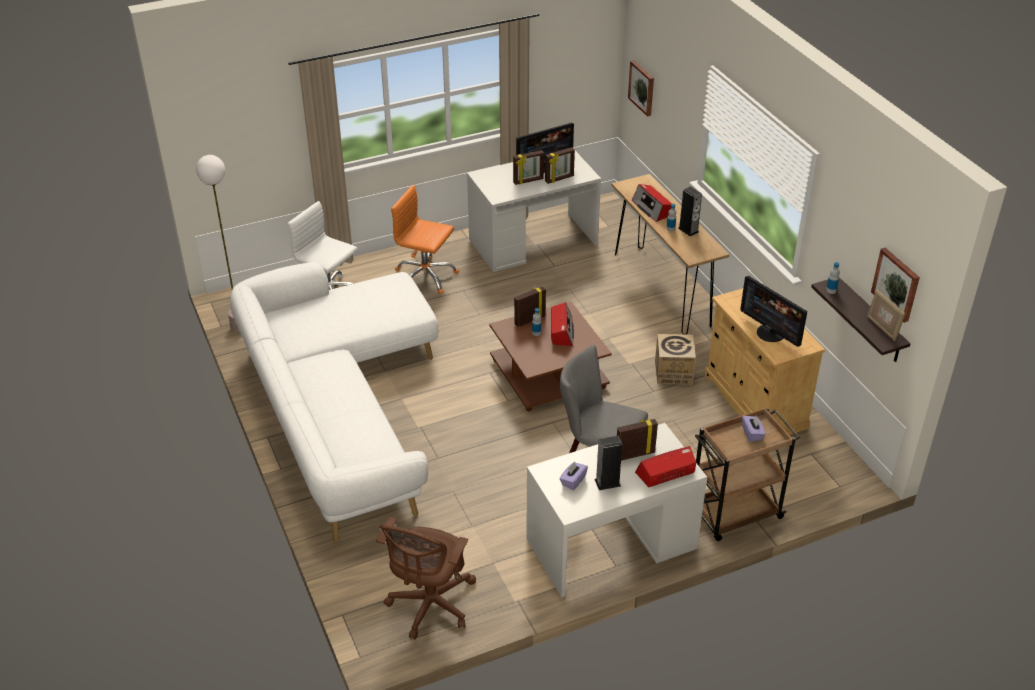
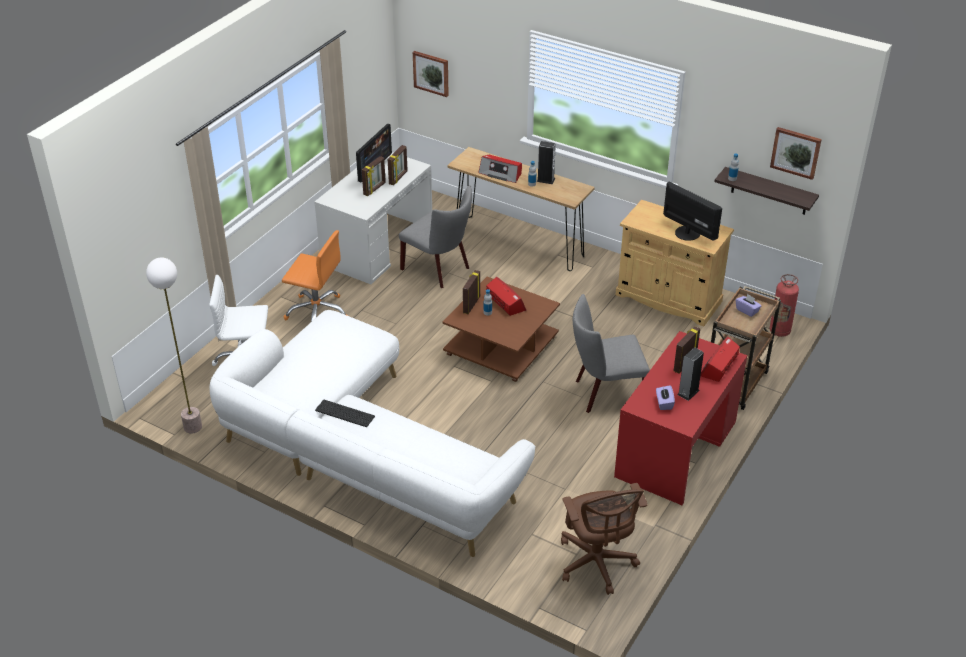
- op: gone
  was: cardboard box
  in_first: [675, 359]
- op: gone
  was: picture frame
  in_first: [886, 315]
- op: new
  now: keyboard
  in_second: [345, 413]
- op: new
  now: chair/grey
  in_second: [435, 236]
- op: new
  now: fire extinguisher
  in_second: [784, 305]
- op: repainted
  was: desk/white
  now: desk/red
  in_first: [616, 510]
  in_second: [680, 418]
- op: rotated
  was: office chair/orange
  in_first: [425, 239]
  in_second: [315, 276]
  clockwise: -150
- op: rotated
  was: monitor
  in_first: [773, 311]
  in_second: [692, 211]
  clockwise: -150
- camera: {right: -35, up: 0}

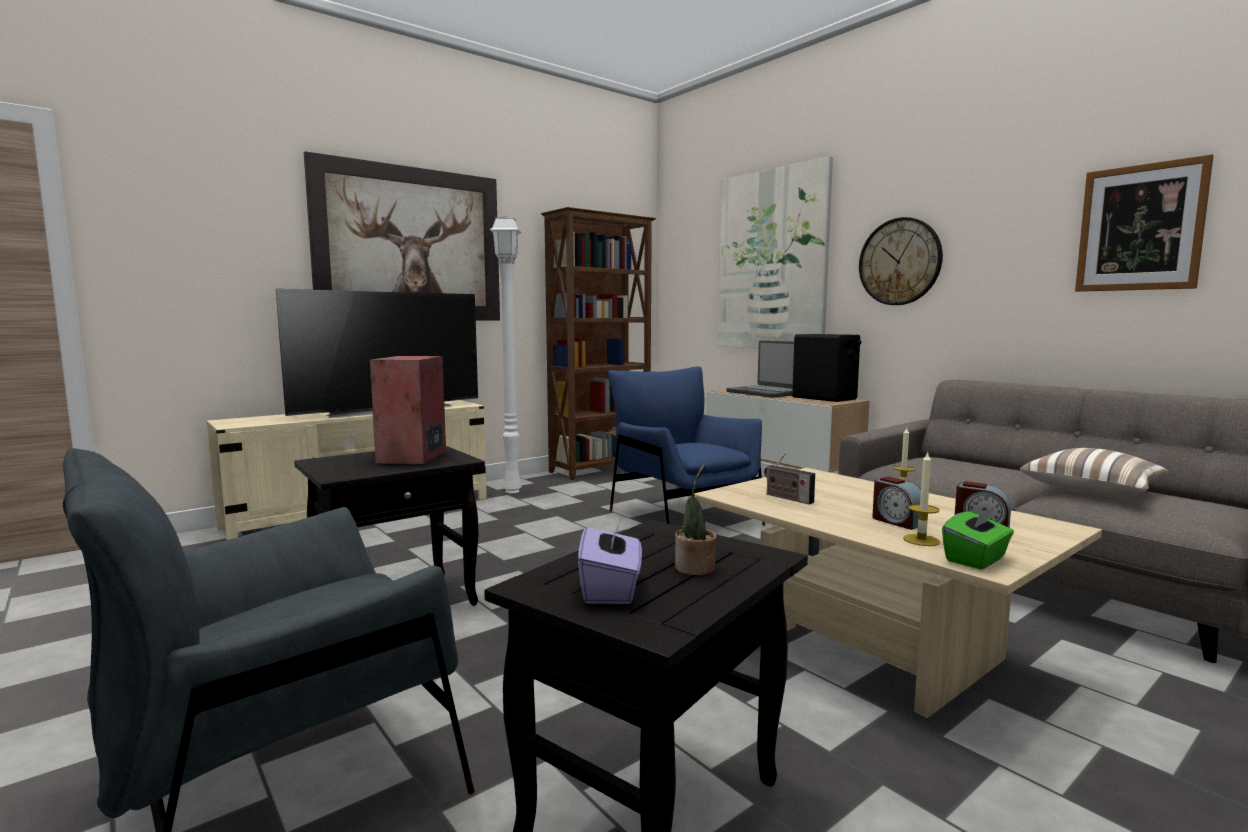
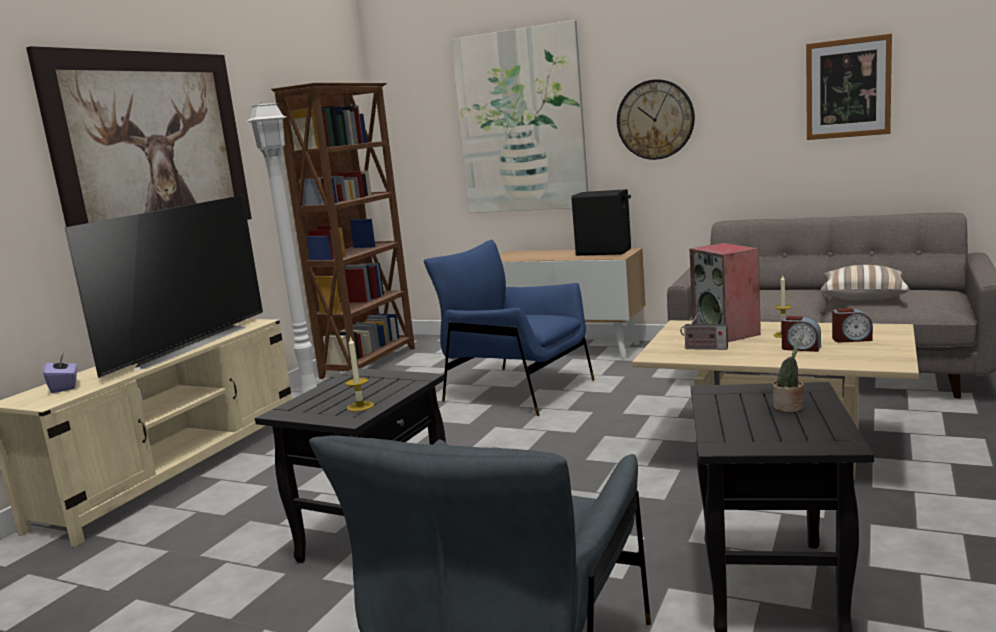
- op: gone
  was: laptop
  in_first: [760, 369]
- op: gone
  was: tissue box/green
  in_first: [978, 538]
- op: shifted
  was: speaker
  in_first: [408, 410]
  in_second: [725, 292]
- op: shifted
  was: tissue box/purple
  in_first: [610, 560]
  in_second: [60, 373]
- op: shifted
  was: candle
  in_first: [921, 498]
  in_second: [359, 374]
- camera: {right: -25, up: 5}

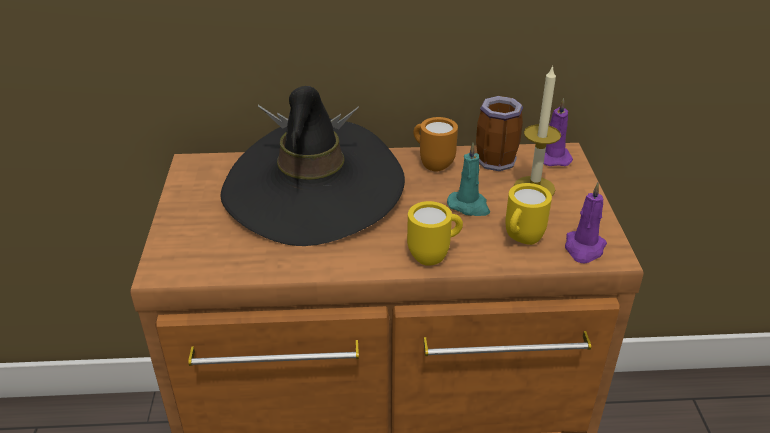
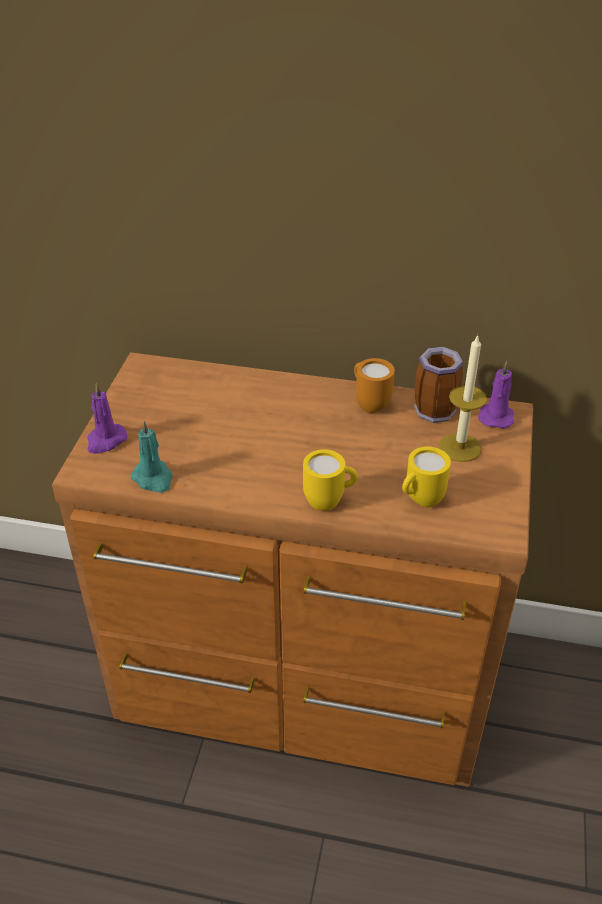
- op: gone
  was: hat/black
  in_first: [313, 166]
- op: shifted
  was: candle/turquoise
  in_first: [468, 179]
  in_second: [152, 456]
- op: shifted
  was: candle/purple
  in_first: [586, 222]
  in_second: [107, 418]
- camera: {right: 15, up: 5}

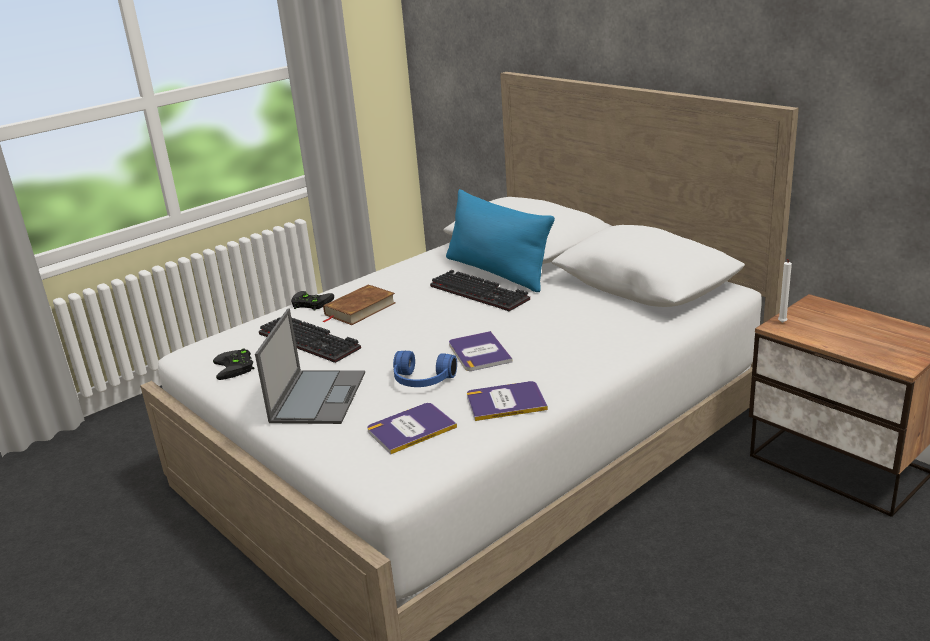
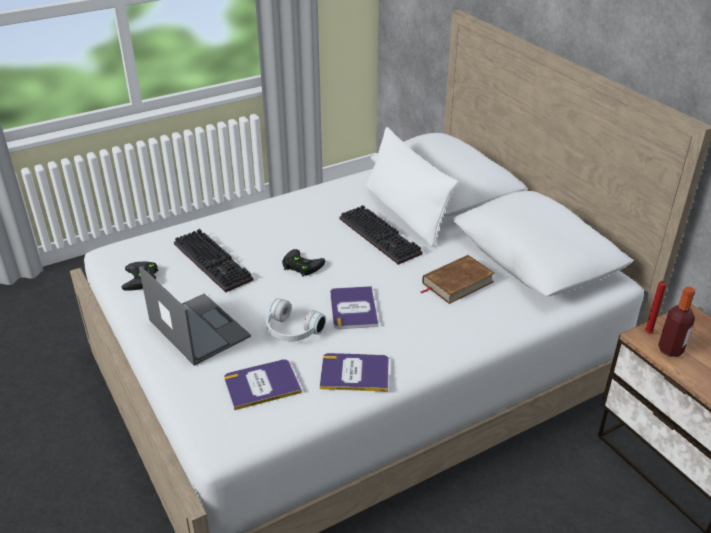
- op: new
  now: bottle
  in_second: [676, 322]
- op: shifted
  was: game controller/black
  in_first: [312, 301]
  in_second: [303, 263]
- op: shifted
  was: book/brown
  in_first: [359, 304]
  in_second: [458, 279]
- op: repainted
  was: headphones/blue
  now: headphones/white
  in_first: [425, 369]
  in_second: [296, 319]
- op: repainted
  was: pillow/blue
  now: pillow/white
  in_first: [500, 240]
  in_second: [412, 187]
- op: repainted
  was: candle/white
  now: candle/red
  in_first: [785, 291]
  in_second: [655, 307]
- op: rotated
  was: laptop
  in_first: [310, 366]
  in_second: [195, 316]
  clockwise: -60
- camera: {right: 10, up: 10}

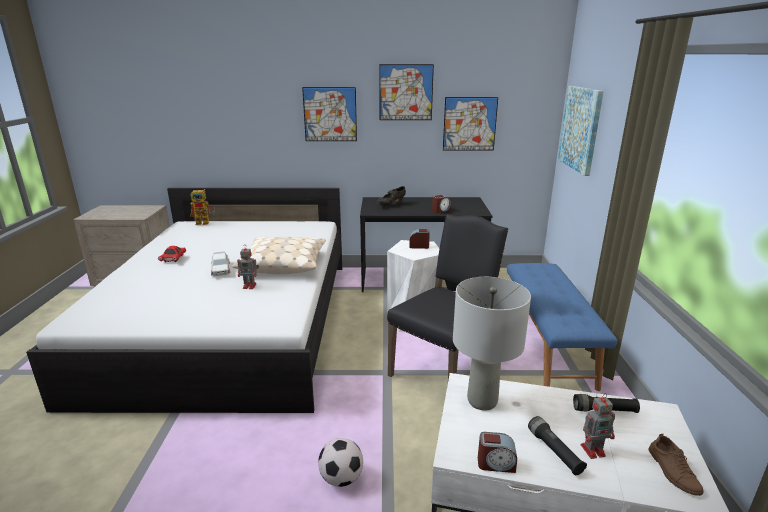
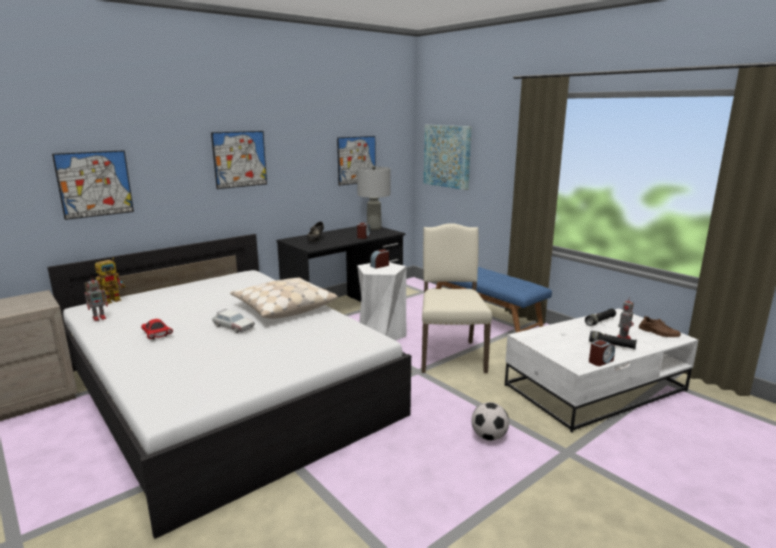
- op: shifted
  was: toy robot
  in_first: [248, 268]
  in_second: [96, 299]
- op: shifted
  was: picture
  in_first: [406, 92]
  in_second: [93, 185]
- op: shifted
  was: table lamp/grey
  in_first: [492, 344]
  in_second: [373, 198]
- op: repainted
  was: chair/black
  now: chair/beige
  in_first: [447, 297]
  in_second: [456, 298]
- camera: {right: -40, up: -5}

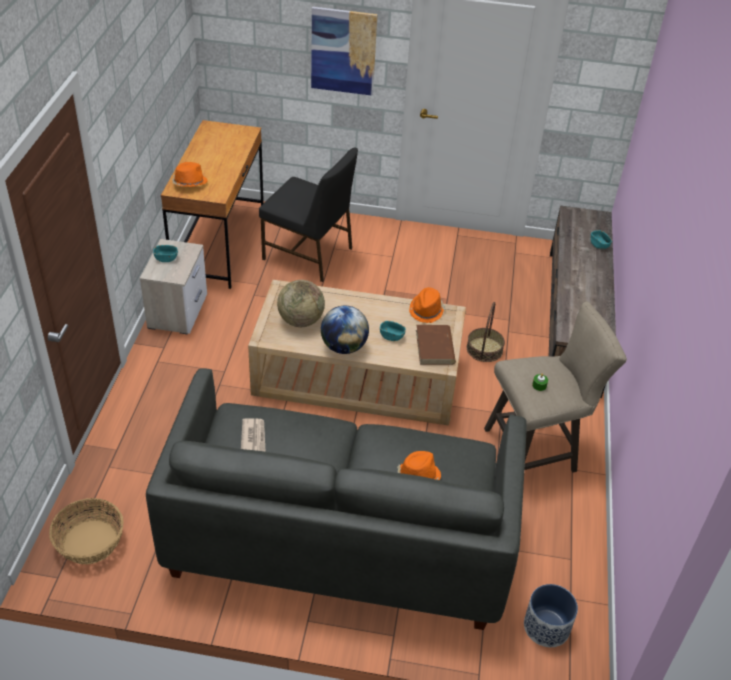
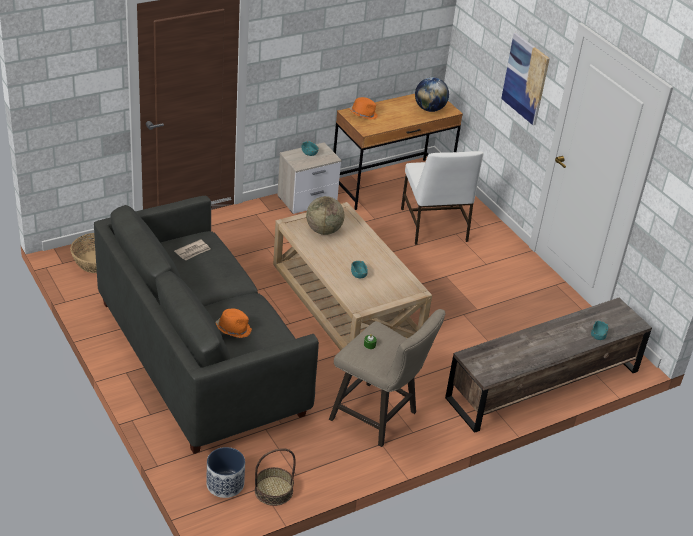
- op: gone
  was: hat/orange
  in_first: [427, 305]
- op: gone
  was: book/brown
  in_first: [436, 345]
- op: shifted
  was: globe
  in_first: [345, 330]
  in_second: [432, 94]
- op: shifted
  was: basket
  in_first: [486, 332]
  in_second: [275, 477]
- op: repainted
  was: chair/black
  now: chair/white
  in_first: [308, 214]
  in_second: [442, 198]
- camera: {right: 50, up: -5}

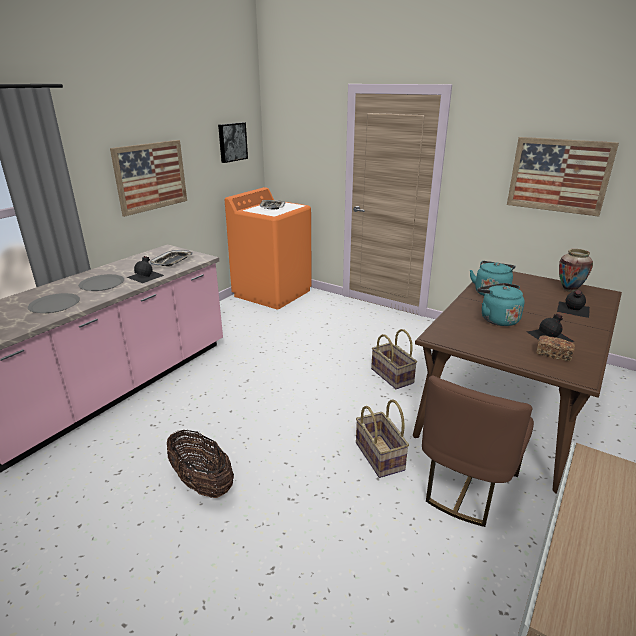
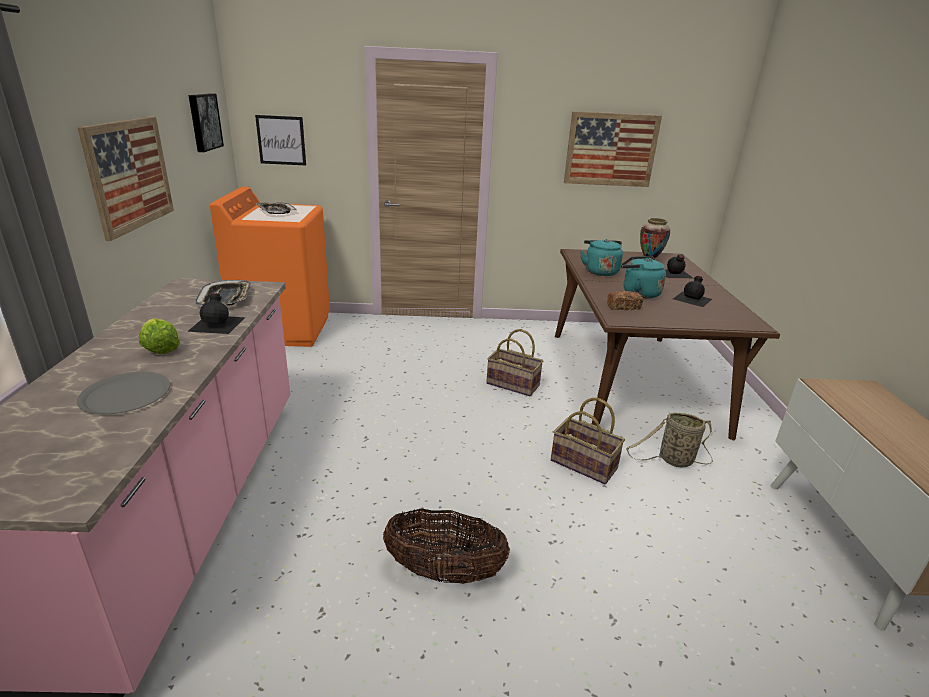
- op: new
  now: picture
  in_second: [280, 140]
- op: shifted
  was: bread
  in_first: [555, 348]
  in_second: [625, 300]
- op: swapped
  was: plate/grey
  now: lettuce
  in_first: [101, 282]
  in_second: [159, 336]
- op: swapped
  was: chair/brown
  now: basket
  in_first: [478, 451]
  in_second: [669, 439]
- camera: {right: -35, up: 0}

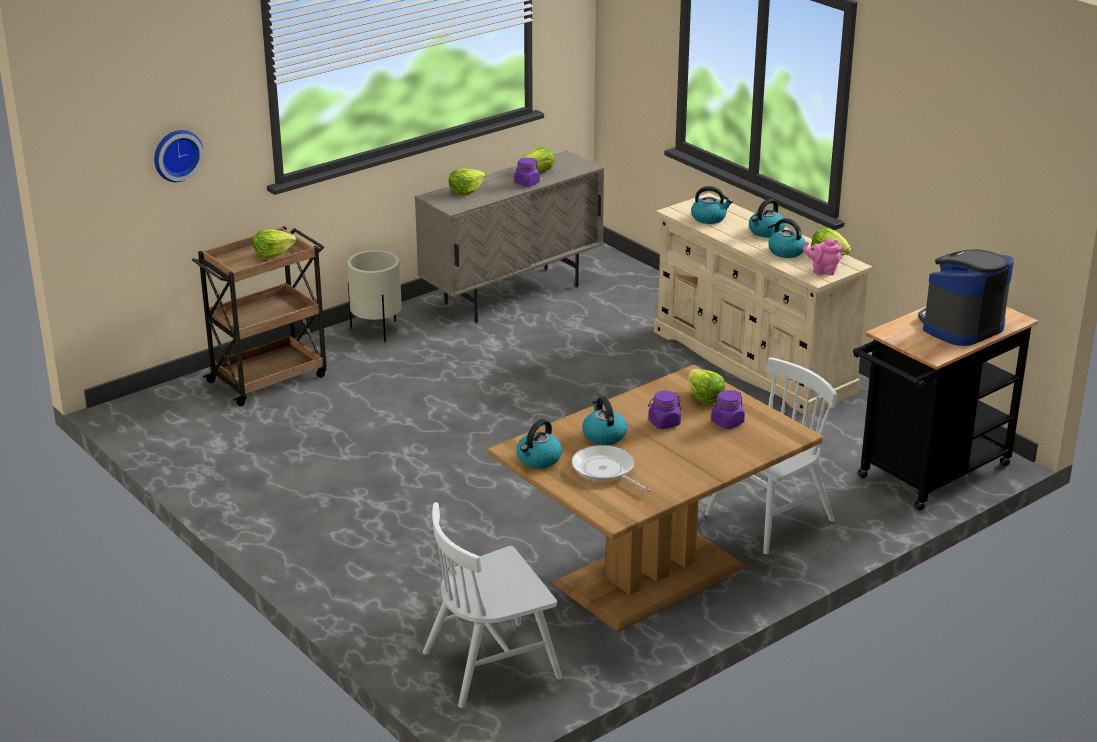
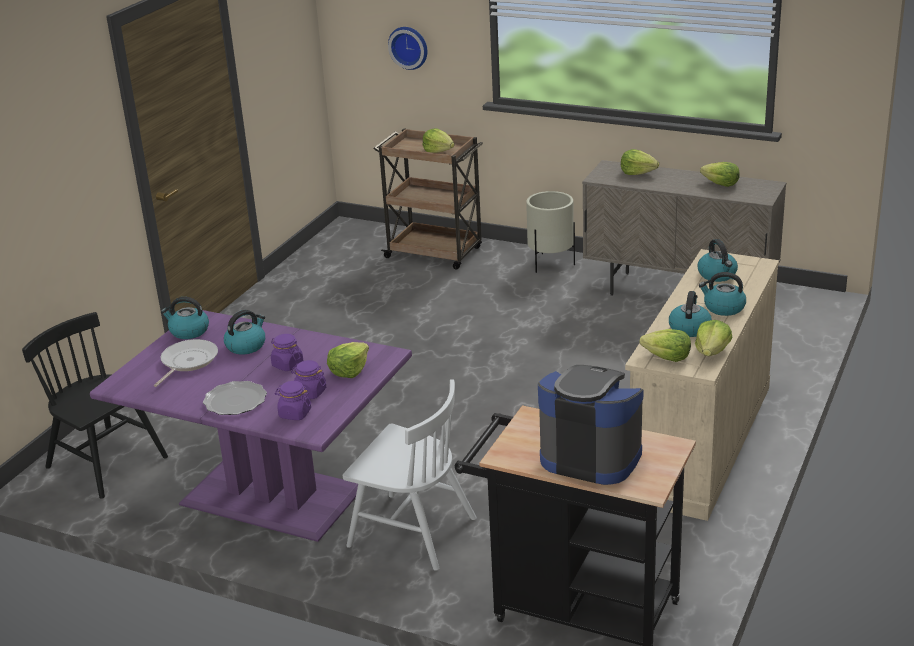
- op: new
  now: plate
  in_second: [235, 398]
- op: shifted
  was: jar/purple
  in_first: [527, 172]
  in_second: [292, 400]
- op: swapped
  was: teapot/pink
  now: lettuce
  in_first: [822, 257]
  in_second: [665, 345]
- op: repainted
  was: chair/white
  now: chair/black
  in_first: [492, 605]
  in_second: [95, 405]
- op: repainted
  was: dining table/brown
  now: dining table/purple
  in_first: [655, 498]
  in_second: [251, 426]
- camera: {right: 65, up: 0}

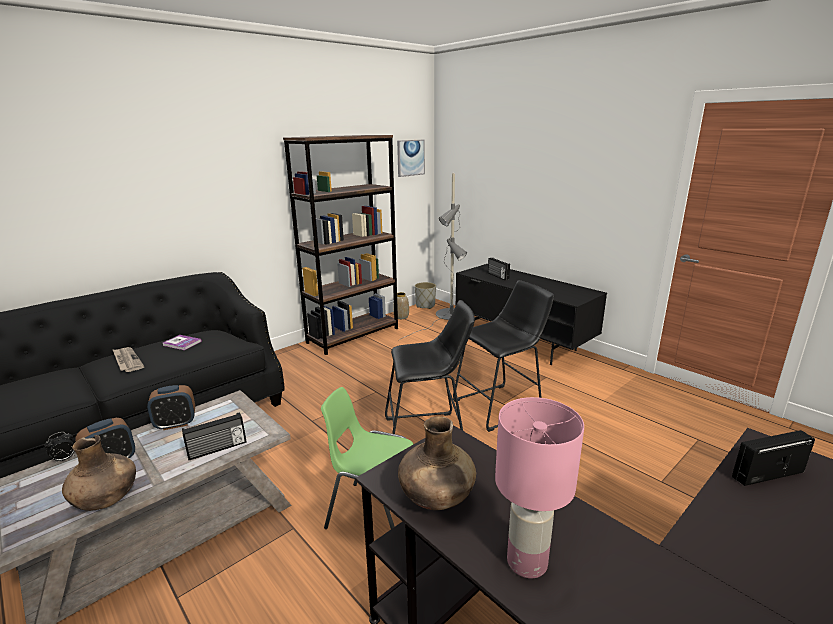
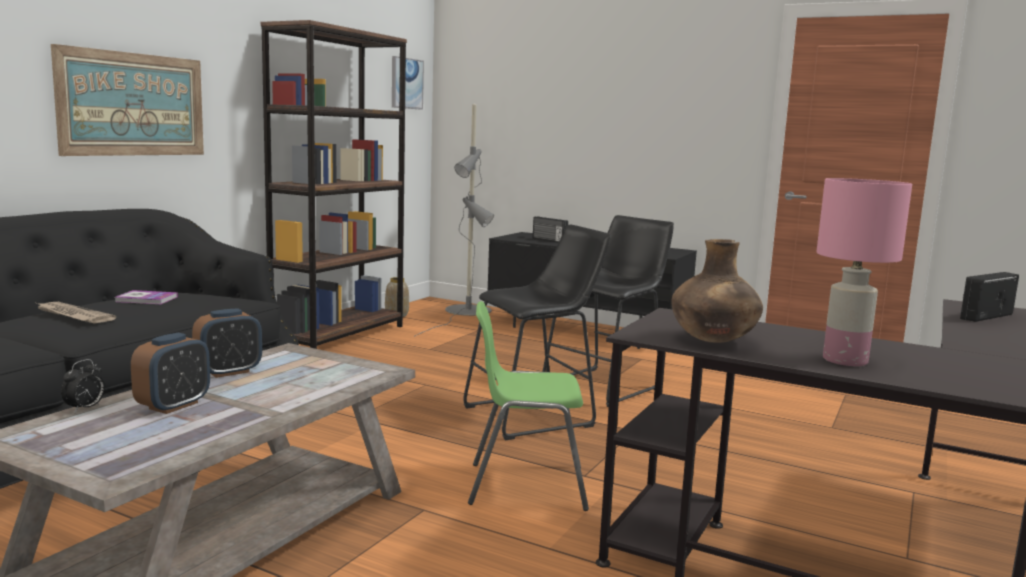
- op: gone
  was: vase/brown
  in_first: [99, 473]
- op: gone
  was: radio
  in_first: [214, 436]
- op: gone
  was: planter/grey
  in_first: [425, 295]
- op: new
  now: picture
  in_second: [127, 100]
- camera: {right: -20, up: -10}

